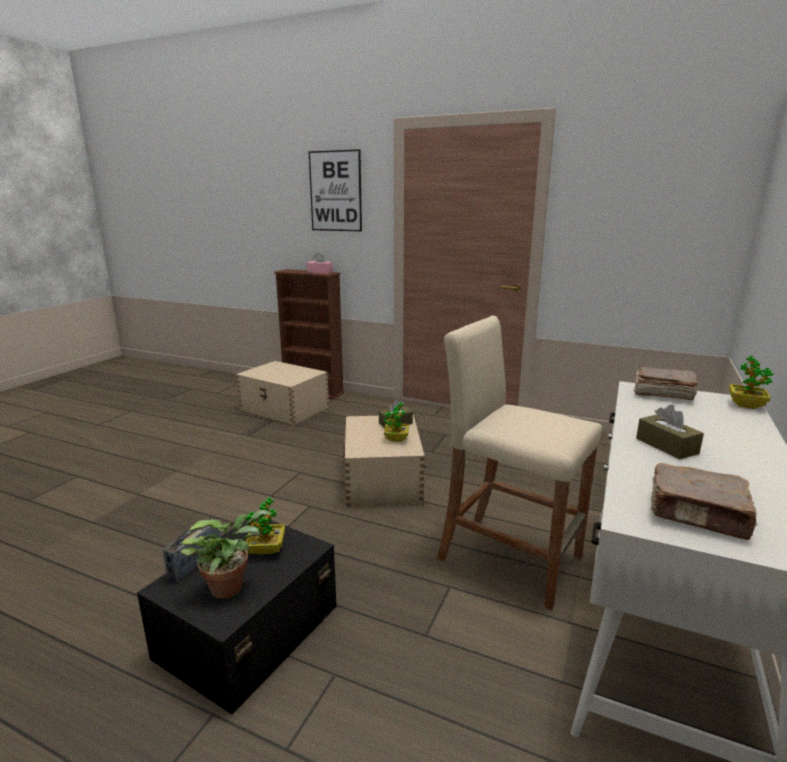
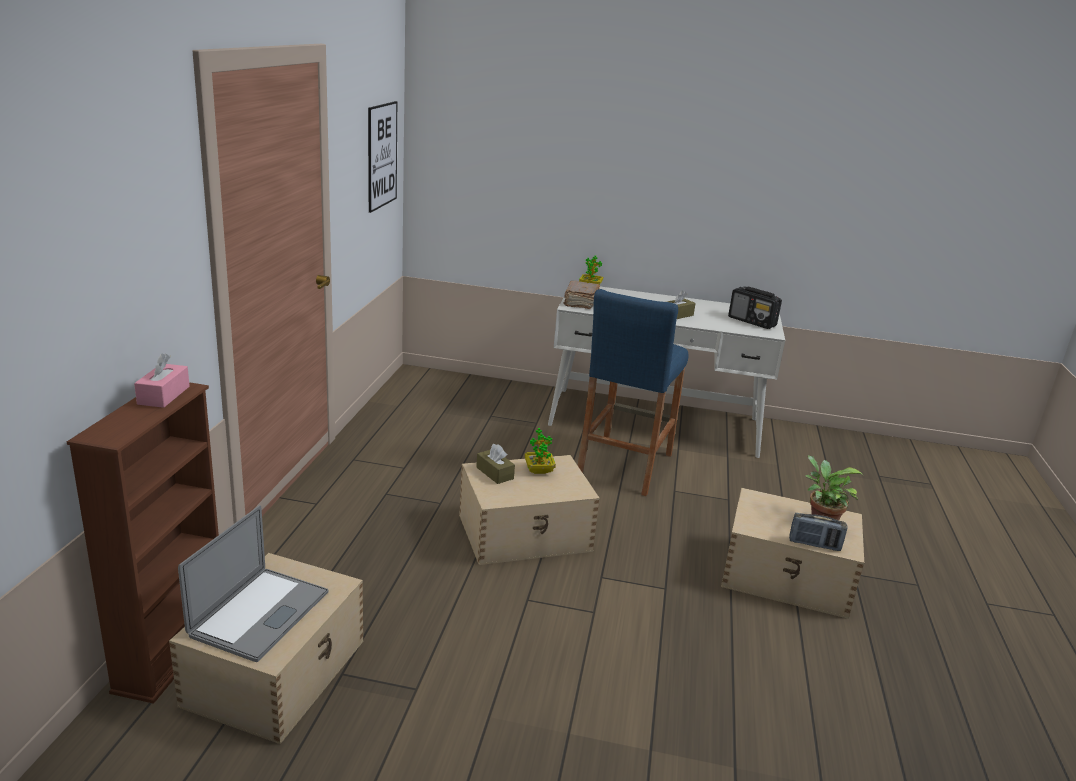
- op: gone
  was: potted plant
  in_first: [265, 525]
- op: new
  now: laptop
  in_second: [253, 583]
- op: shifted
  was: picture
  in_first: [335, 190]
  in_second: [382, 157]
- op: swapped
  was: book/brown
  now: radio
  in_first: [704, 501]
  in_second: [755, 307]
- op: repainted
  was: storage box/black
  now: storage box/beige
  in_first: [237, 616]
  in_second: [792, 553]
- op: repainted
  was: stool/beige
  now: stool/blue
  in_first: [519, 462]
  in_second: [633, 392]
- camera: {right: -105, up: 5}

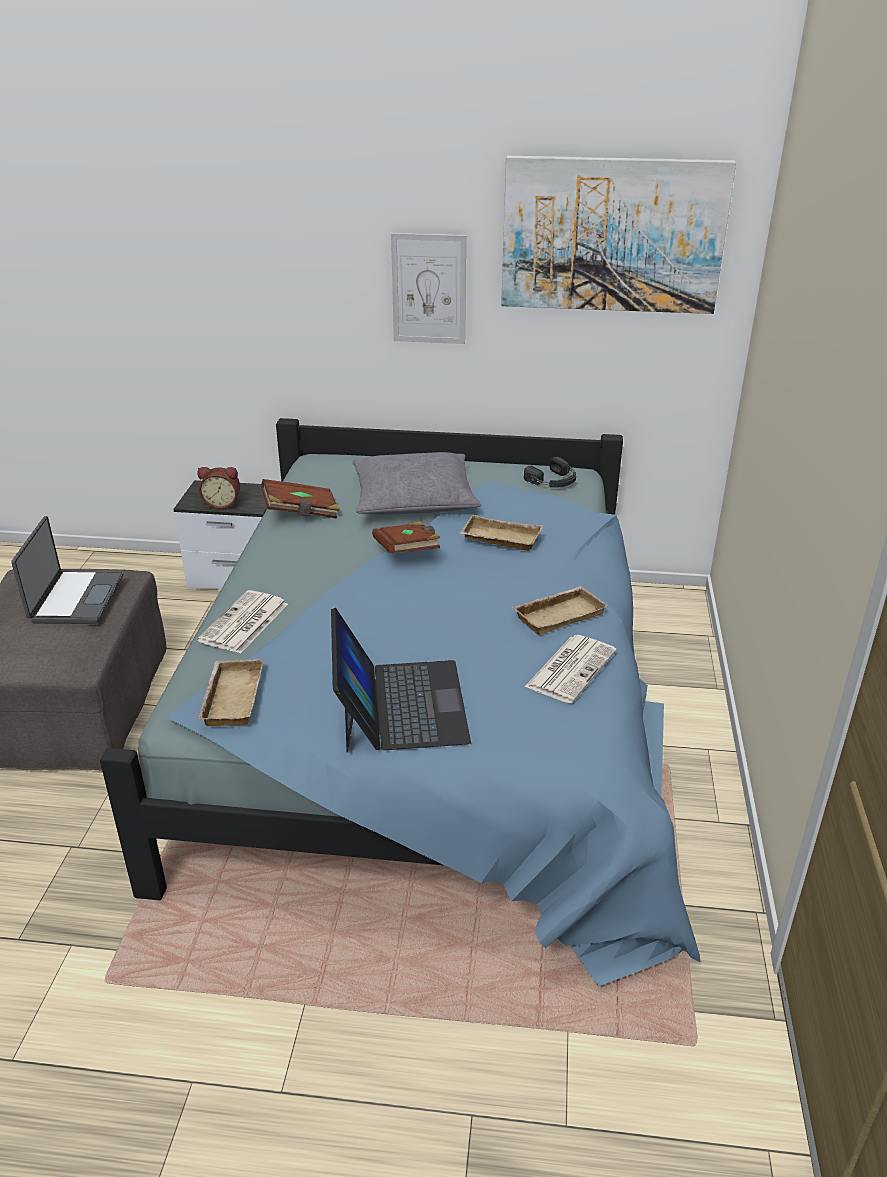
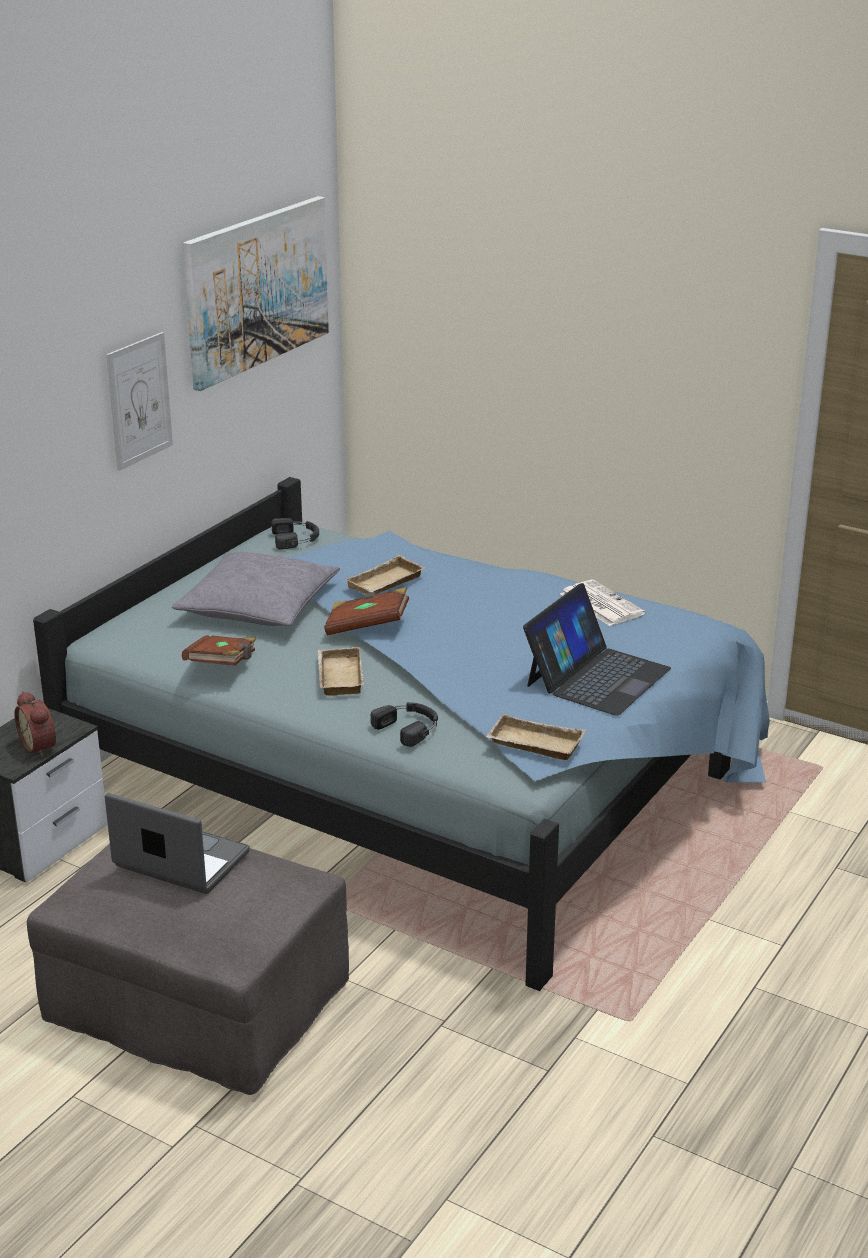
- op: shifted
  was: tray/beige
  in_first: [560, 610]
  in_second: [341, 671]
- op: swapped
  was: newspaper
  now: headphones/black
  in_first: [242, 622]
  in_second: [404, 724]
- op: rotated
  was: alarm clock
  in_first: [218, 488]
  in_second: [35, 724]
  clockwise: 120
- op: rotated
  was: laptop
  in_first: [401, 679]
  in_second: [597, 649]
  clockwise: 105
- camera: {right: -65, up: -5}

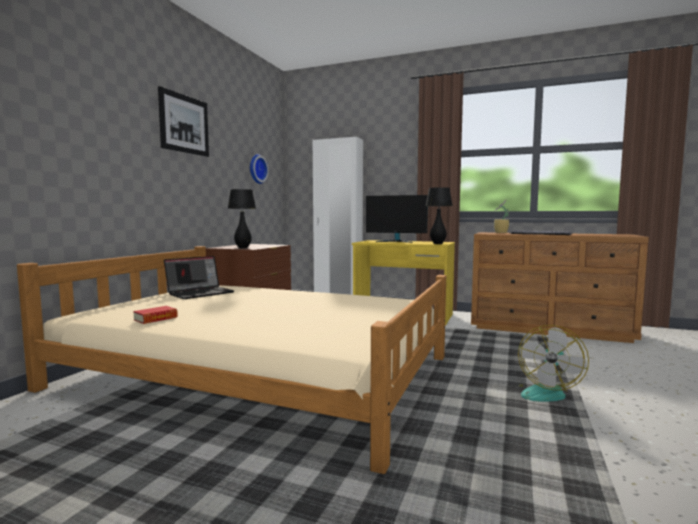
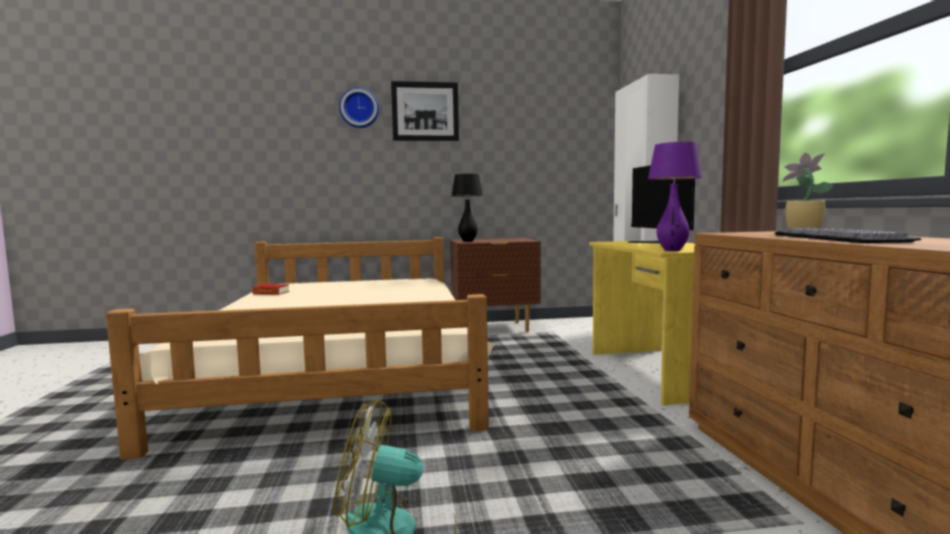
- op: gone
  was: laptop
  in_first: [199, 277]
- op: shifted
  was: wall clock
  in_first: [259, 169]
  in_second: [359, 108]
- op: repainted
  was: table lamp/black
  now: table lamp/purple
  in_first: [439, 215]
  in_second: [675, 196]
- camera: {right: 60, up: 0}

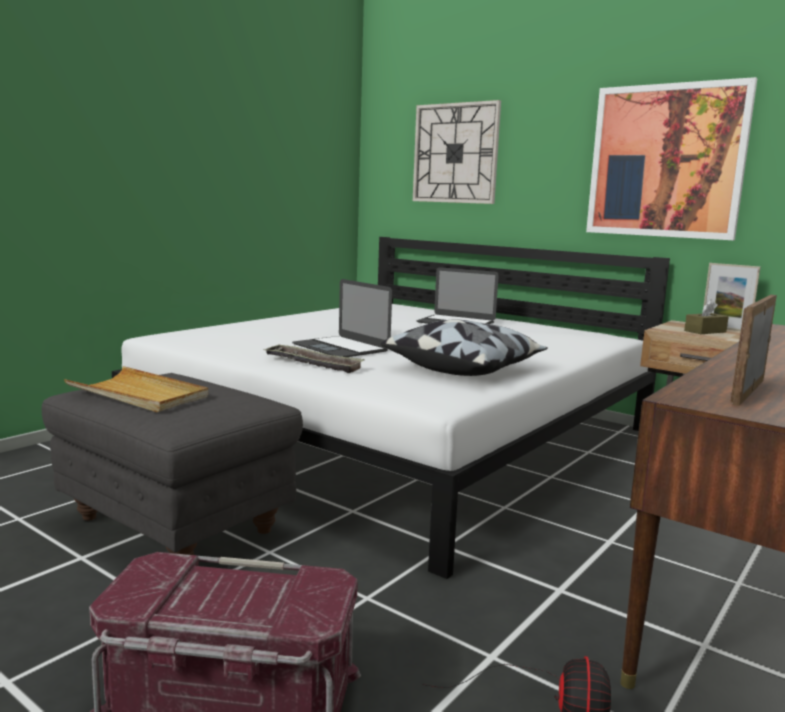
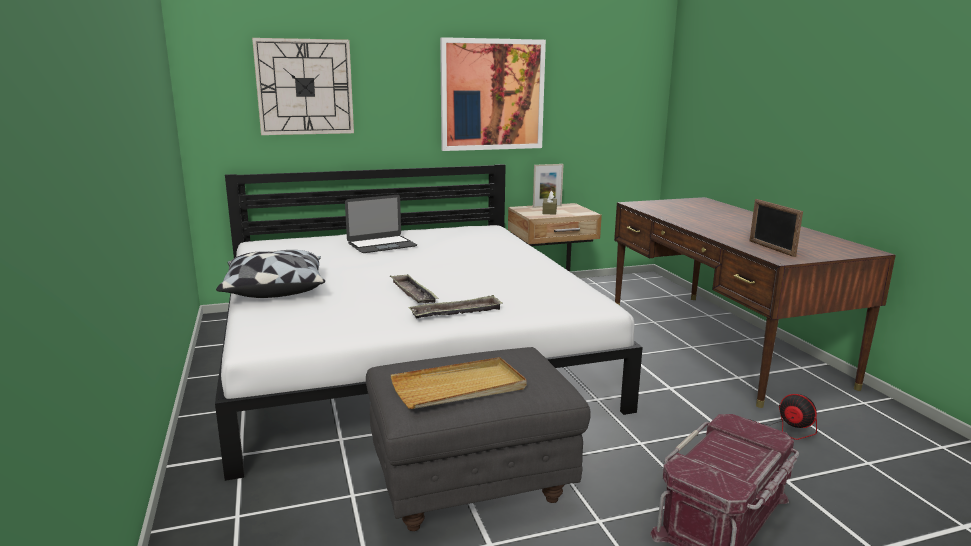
- op: shifted
  was: pillow
  in_first: [464, 347]
  in_second: [270, 274]
- op: swapped
  was: laptop
  now: tray
  in_first: [342, 318]
  in_second: [414, 289]
- camera: {right: -55, up: 5}

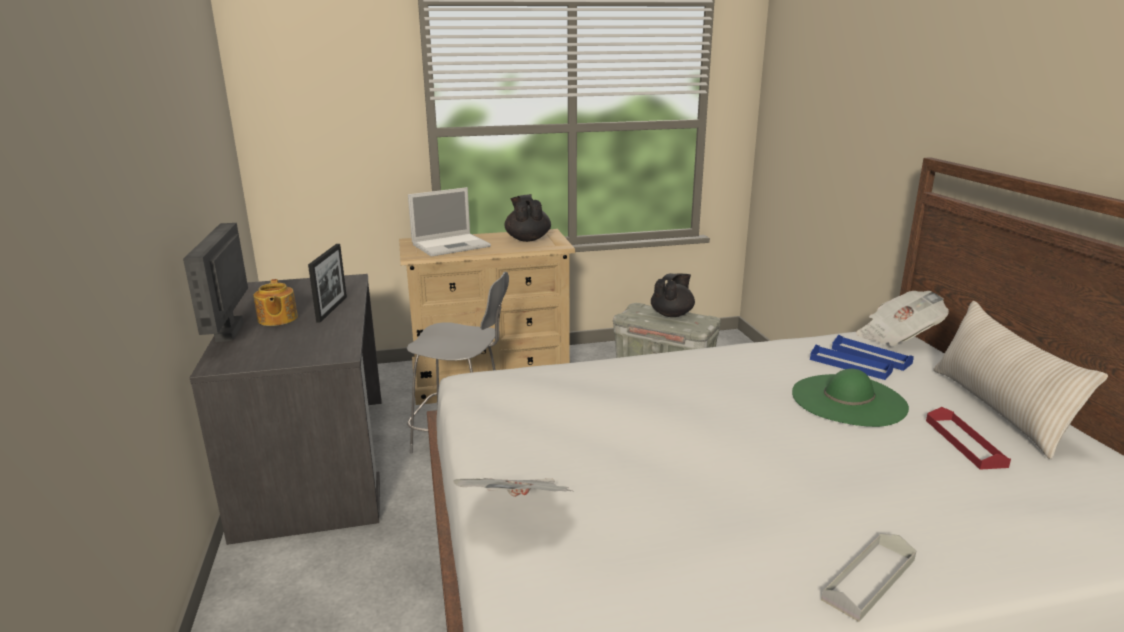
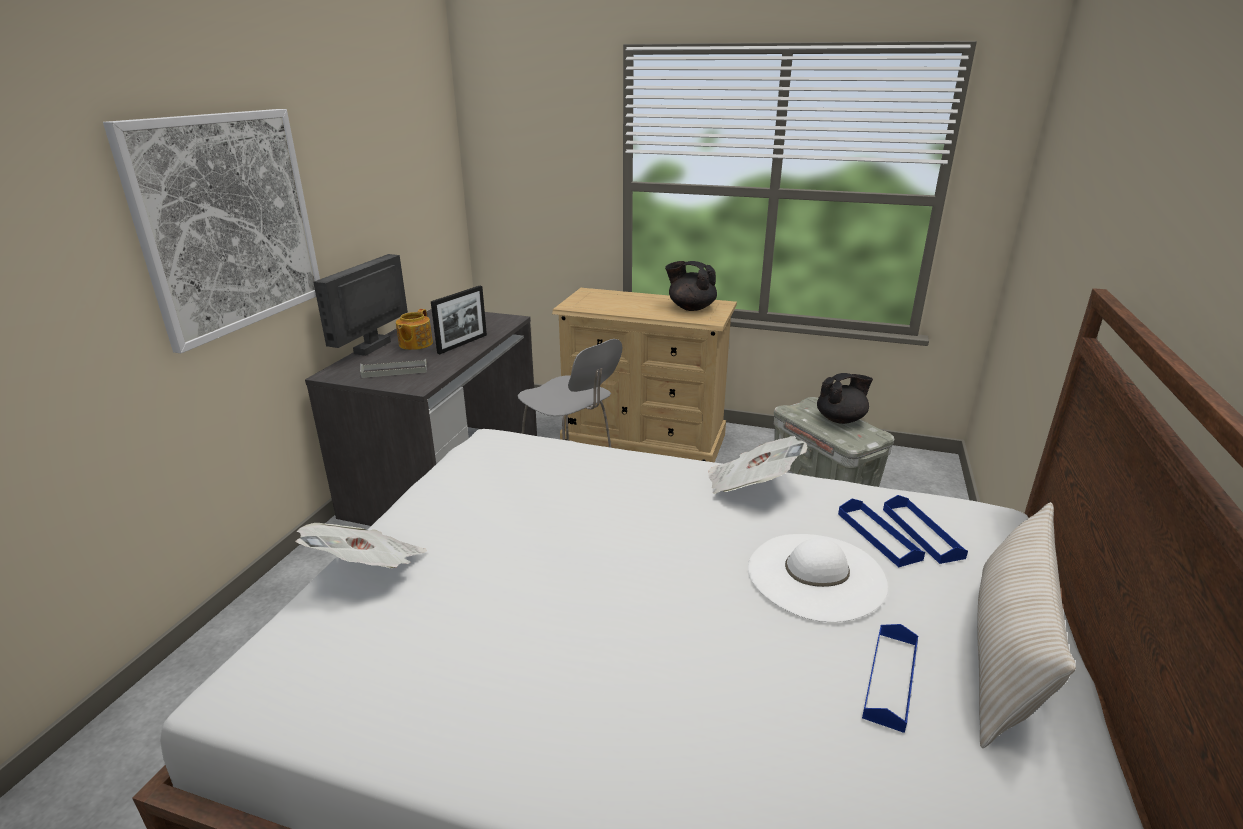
- op: gone
  was: laptop
  in_first: [449, 222]
- op: new
  now: picture
  in_second: [211, 231]
- op: shifted
  was: tray/grey
  in_first: [868, 577]
  in_second: [393, 368]
- op: shifted
  was: newspaper
  in_first: [902, 318]
  in_second: [757, 465]
- op: repainted
  was: hat/green
  now: hat/white
  in_first: [850, 398]
  in_second: [818, 578]
- op: repainted
  was: tray/red
  now: tray/blue
  in_first: [968, 438]
  in_second: [890, 678]
- op: rotated
  was: teapot/black
  in_first: [527, 218]
  in_second: [691, 286]
  clockwise: -75
- camera: {right: 30, up: 5}

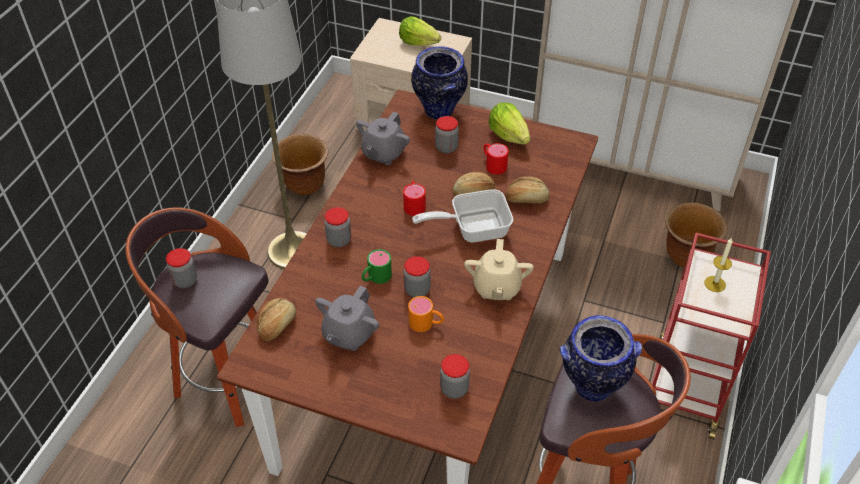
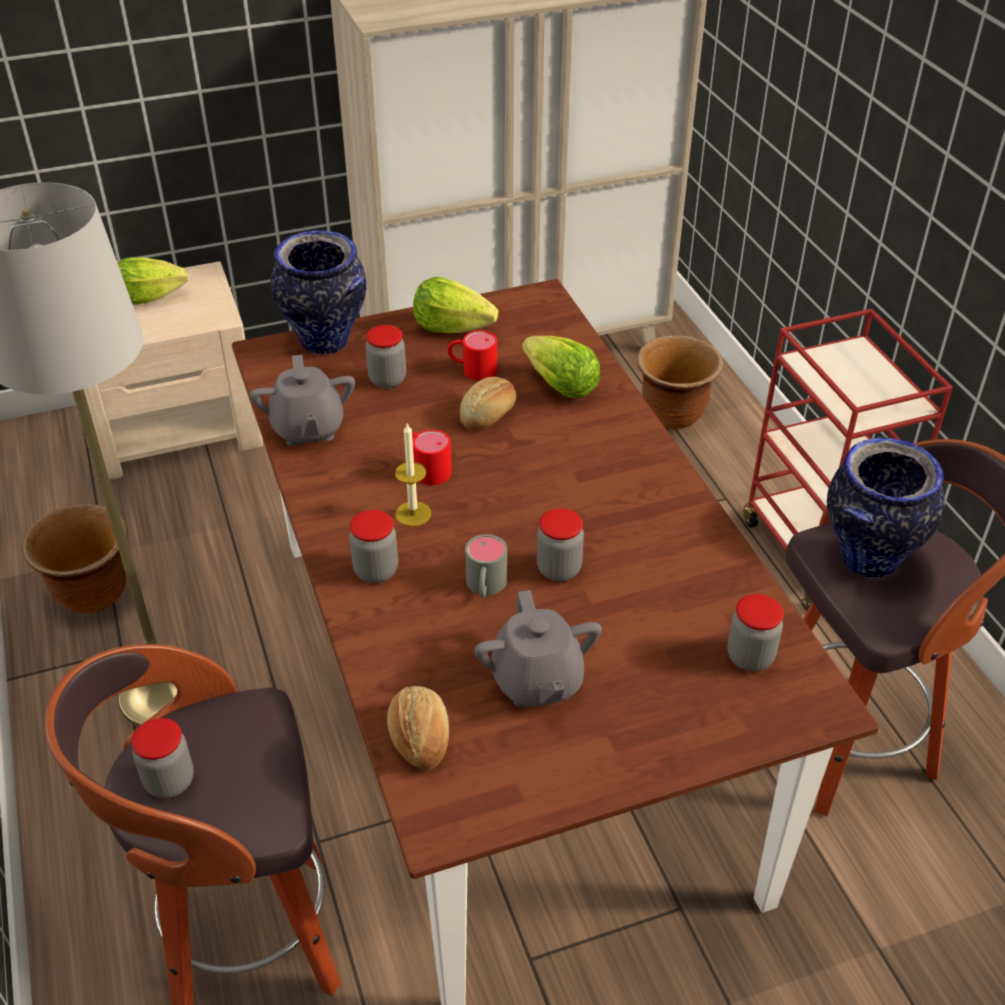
- op: gone
  was: mug/orange
  in_first: [426, 314]
- op: gone
  was: frying pan
  in_first: [462, 215]
- op: gone
  was: teapot/beige
  in_first: [499, 269]
- op: shifted
  was: candle
  in_first: [718, 265]
  in_second: [413, 474]
- op: swapped
  was: bread
  now: lettuce
  in_first: [527, 189]
  in_second: [561, 367]
- op: repainted
  was: mug/green
  now: mug/grey
  in_first: [377, 266]
  in_second: [486, 566]
- camera: {right: -40, up: -5}

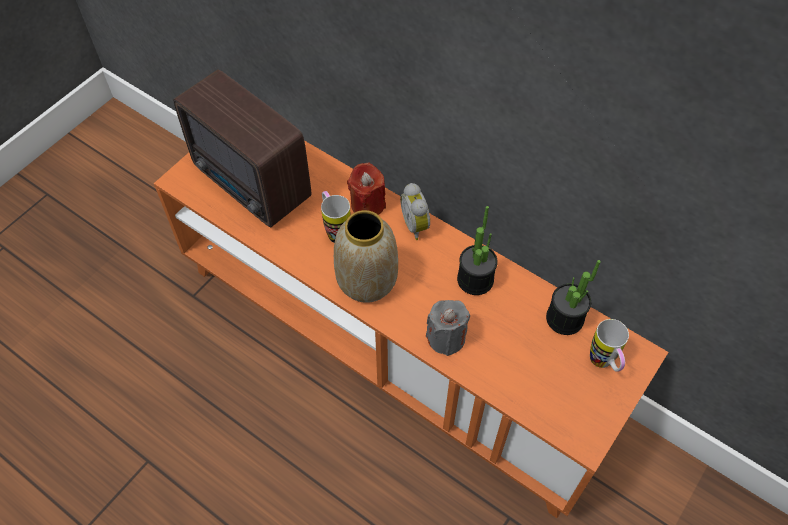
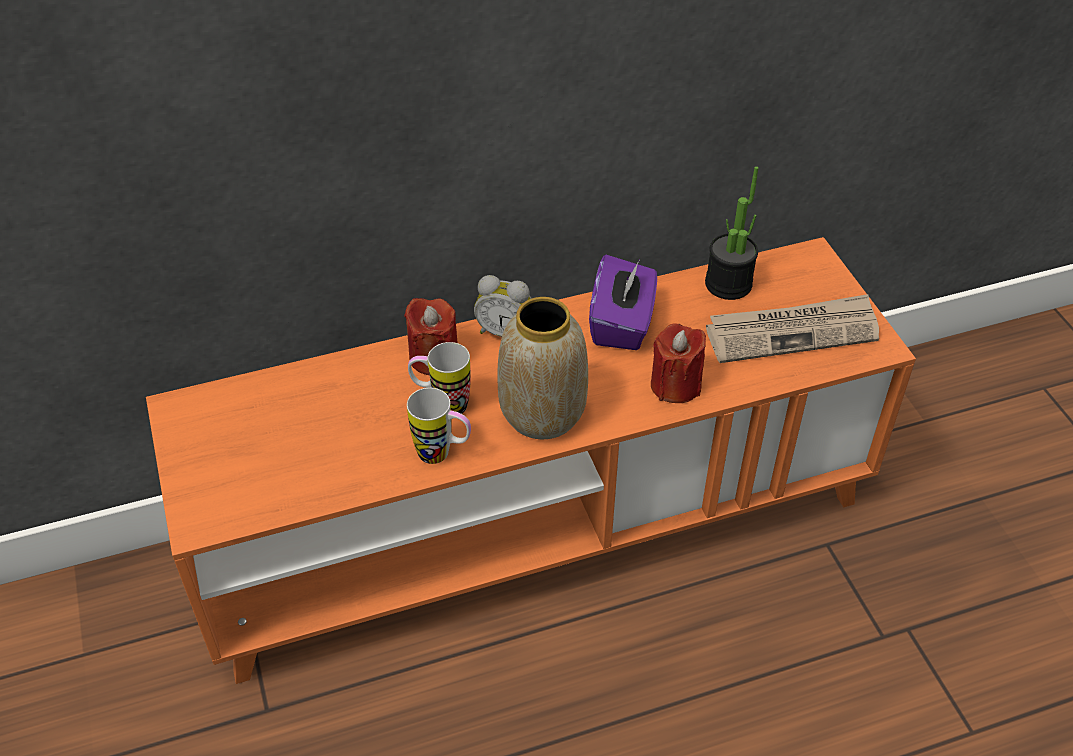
- op: gone
  was: radio
  in_first: [242, 148]
- op: new
  now: newspaper
  in_second: [792, 328]
- op: shifted
  was: mug
  in_first: [609, 345]
  in_second: [439, 426]
- op: swapped
  was: potted plant
  now: tissue box/purple
  in_first: [477, 250]
  in_second: [623, 302]
- op: repainted
  was: candle/grey
  now: candle/red
  in_first: [448, 328]
  in_second: [678, 363]
- camera: {right: -55, up: -10}

